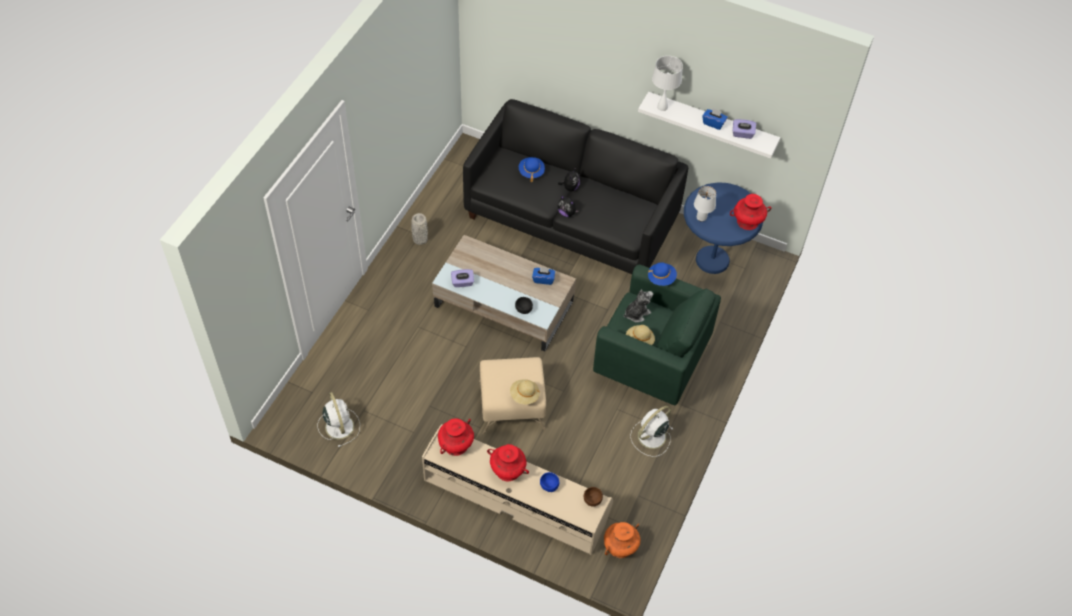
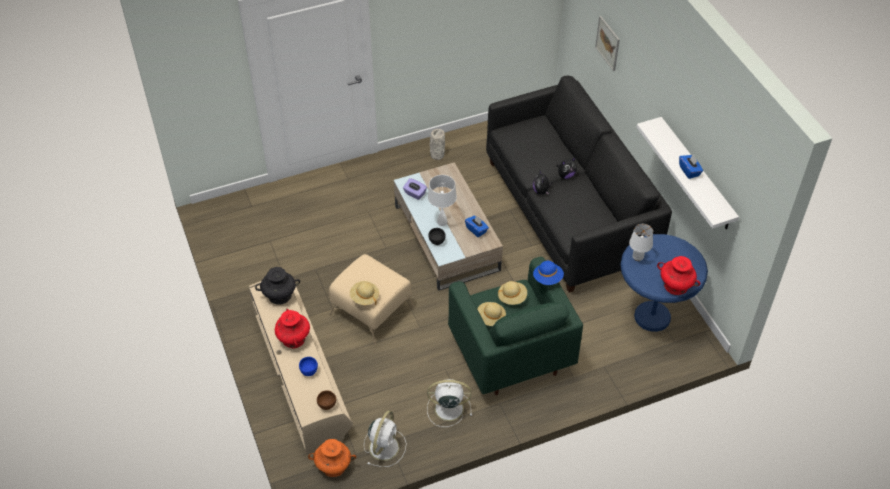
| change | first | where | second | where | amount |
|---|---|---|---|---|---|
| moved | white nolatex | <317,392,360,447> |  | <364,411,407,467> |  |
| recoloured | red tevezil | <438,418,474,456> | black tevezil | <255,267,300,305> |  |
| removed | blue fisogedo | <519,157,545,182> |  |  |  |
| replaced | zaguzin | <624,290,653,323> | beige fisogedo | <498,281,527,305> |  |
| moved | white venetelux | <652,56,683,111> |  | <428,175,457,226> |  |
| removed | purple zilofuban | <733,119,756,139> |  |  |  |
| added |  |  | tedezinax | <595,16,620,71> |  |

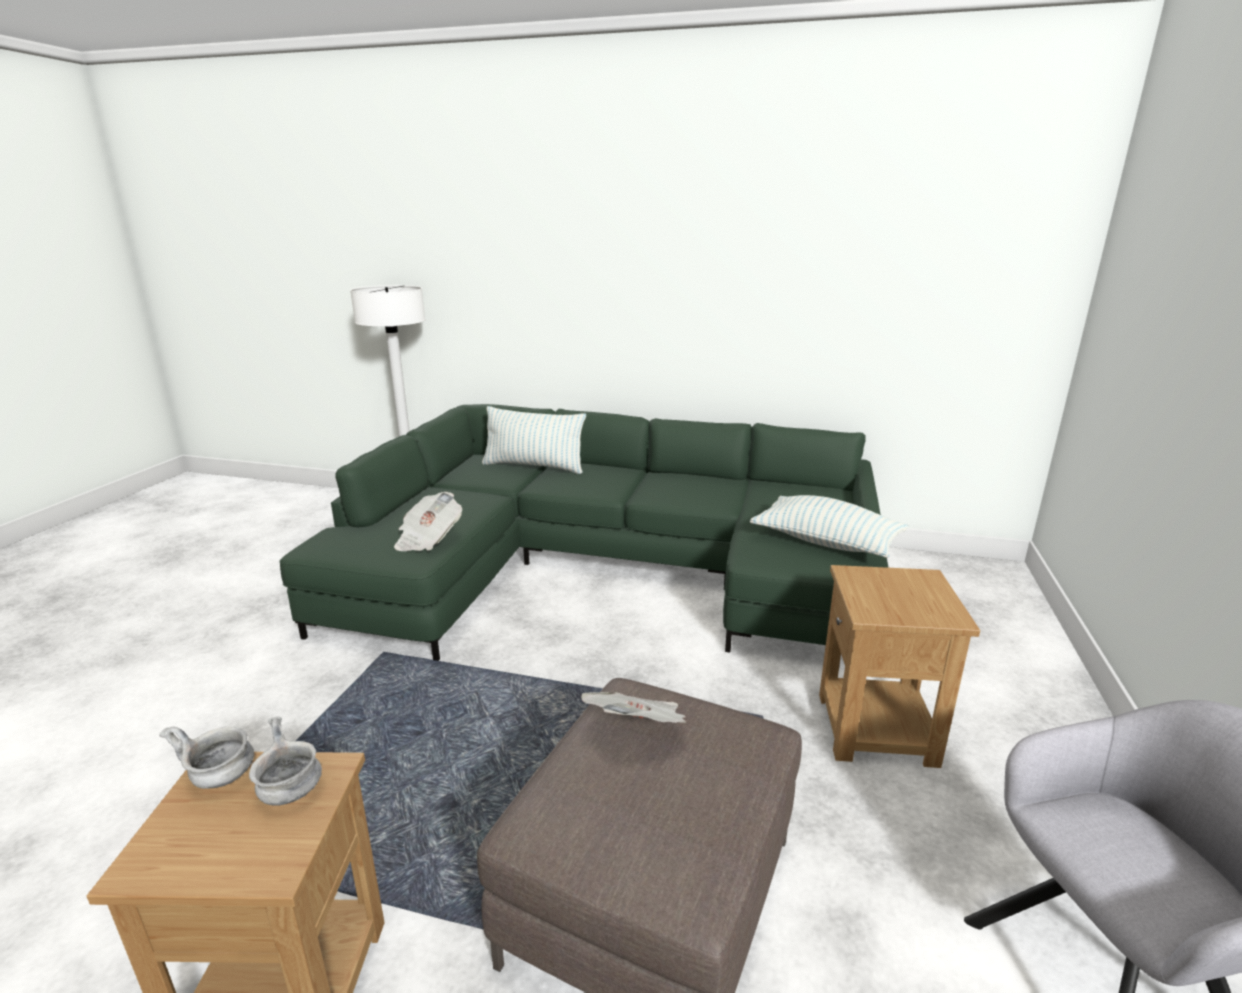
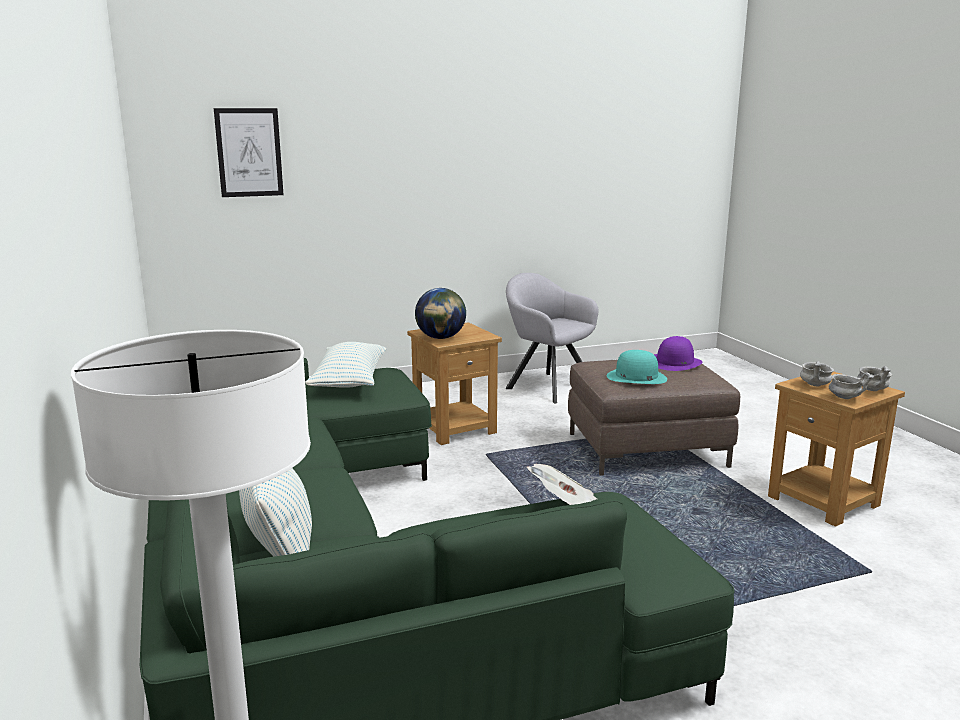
| change | first | where | second | where | amount |
|---|---|---|---|---|---|
| replaced | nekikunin | <581,692,686,723> | turquoise fisogedo | <606,350,667,384> |  |
| added |  |  | tedezinax | <214,108,283,197> |  |
| added |  |  | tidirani | <415,288,466,339> |  |
| added |  |  | purple fisogedo | <654,336,702,371> |  |
| added |  |  | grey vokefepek | <857,366,892,391> |  |

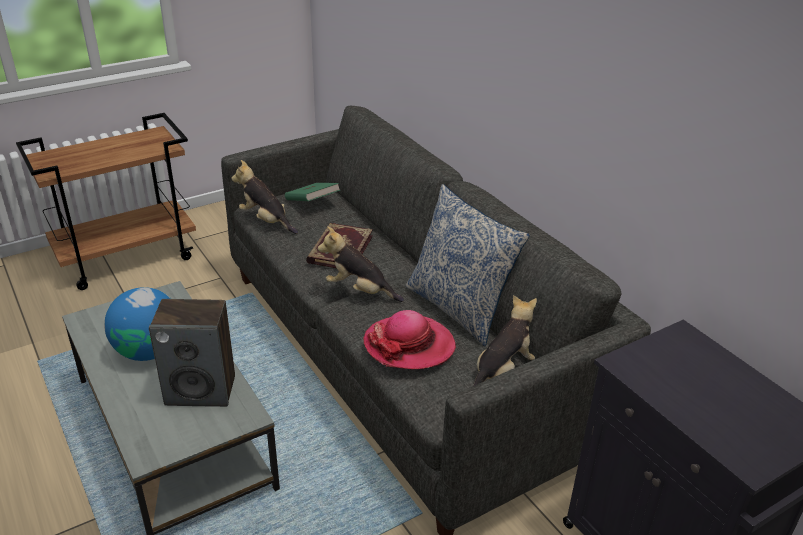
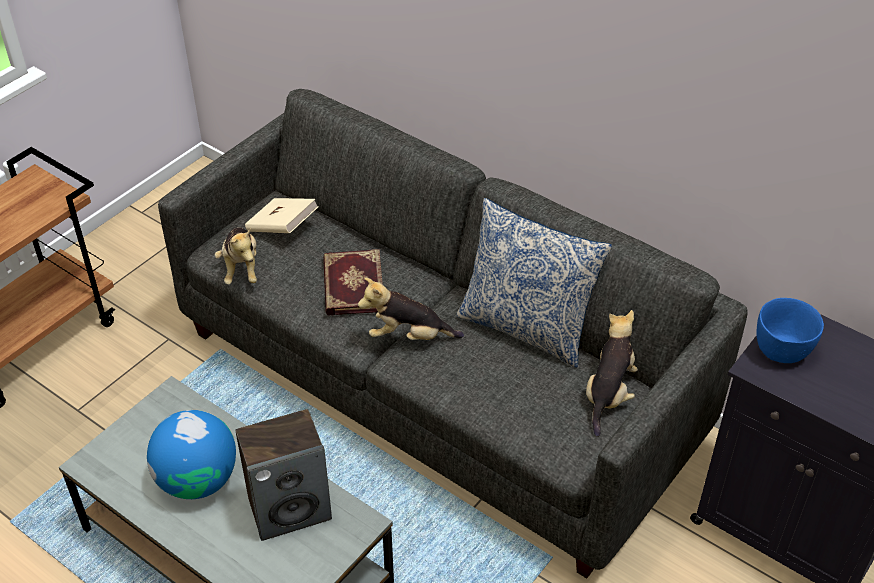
| change | first | where | second | where | amount |
|---|---|---|---|---|---|
| turned | zaguzin | <231,160,298,234> |  | <215,228,257,285> | 120 degrees counterclockwise |
| recoloured | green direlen | <285,183,340,201> | beige direlen | <245,198,319,233> |  |
| removed | fisogedo | <364,310,456,369> |  |  |  |
| added |  |  | blue vokefepek | <757,298,824,363> |  |

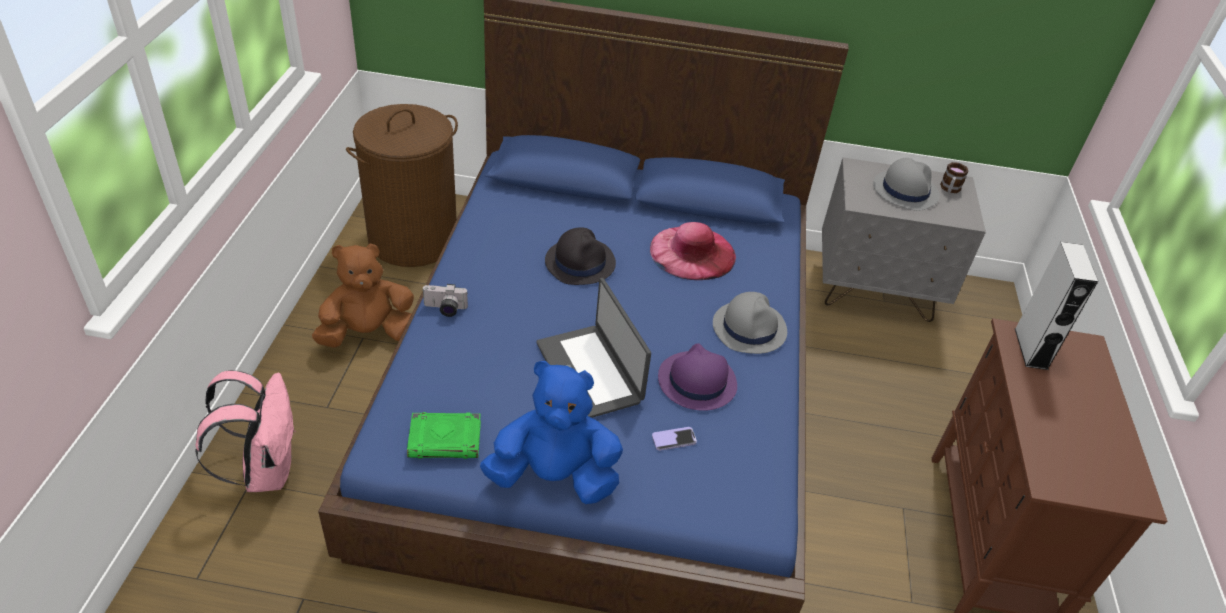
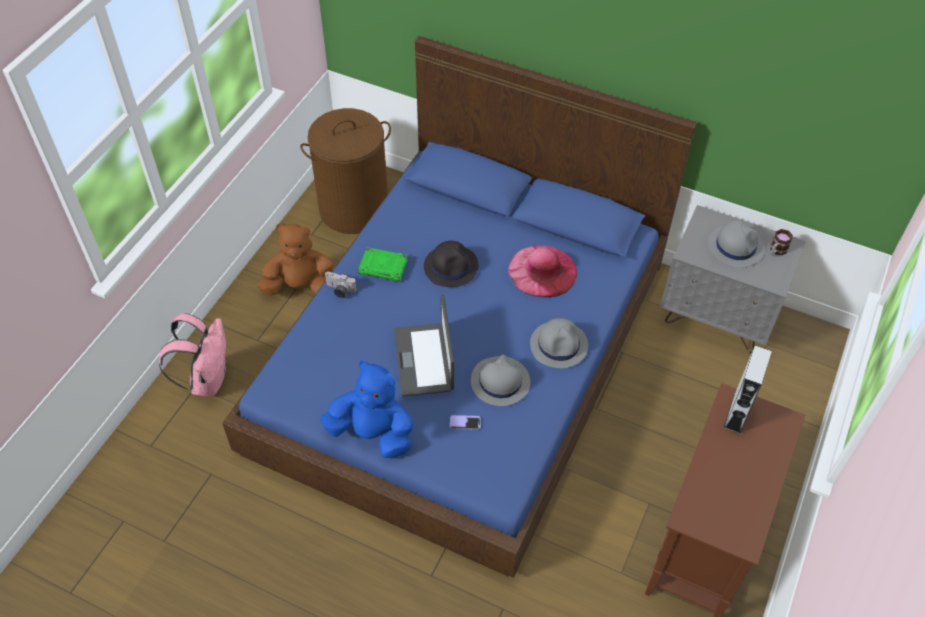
| change | first | where | second | where | amount |
|---|---|---|---|---|---|
| moved | green direlen | <407,412,481,459> |  | <358,247,408,282> |  |
| recoloured | purple fisogedo | <658,343,737,411> | grey fisogedo | <471,355,530,406> |  |

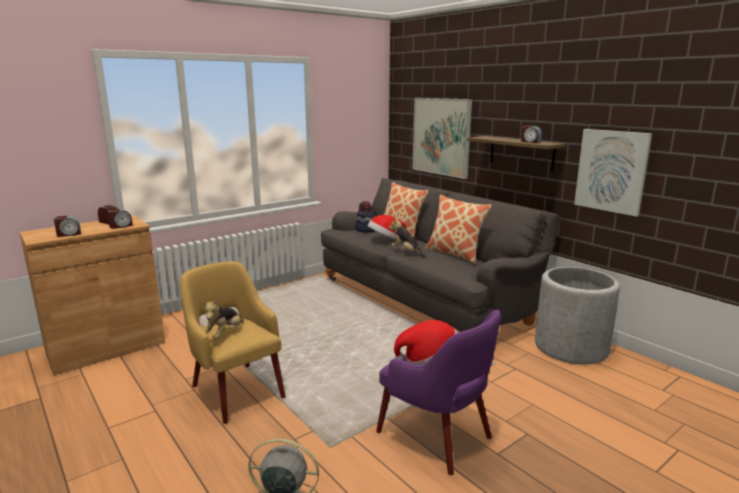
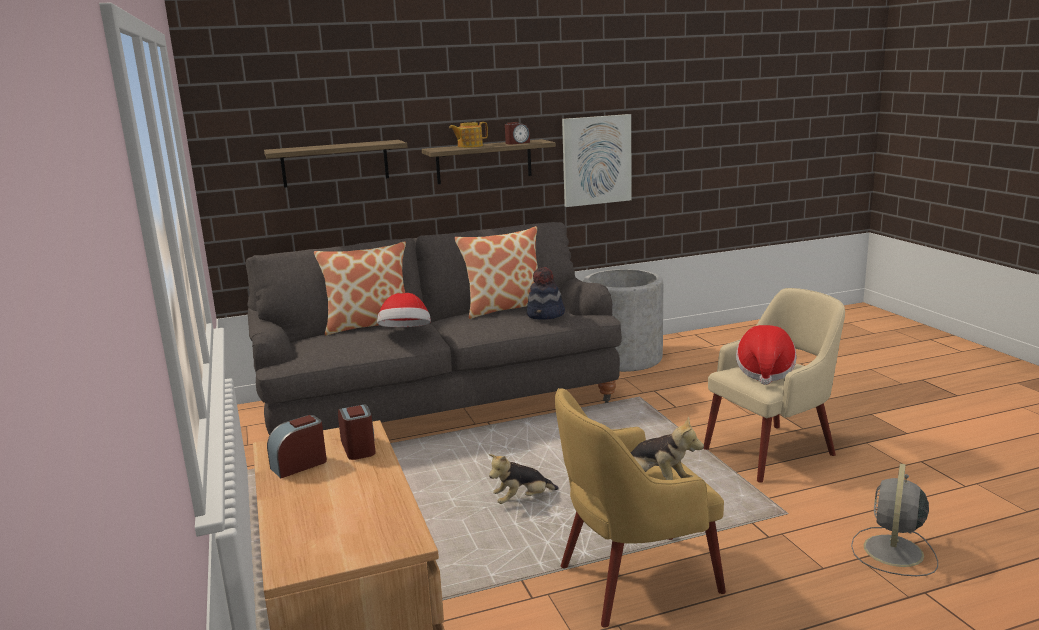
| change | first | where | second | where | amount |
|---|---|---|---|---|---|
| removed | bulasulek | <54,216,81,237> |  |  |  |
| moved | fisogedo | <355,201,375,233> |  | <527,267,565,320> |  |
| recoloured | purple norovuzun | <376,310,501,475> | beige norovuzun | <703,288,845,483> |  |
| moved | zaguzin | <389,217,426,258> |  | <489,454,559,504> |  |
| replaced | tedezinax | <412,98,472,179> | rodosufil | <264,140,407,188> |  |
| added |  |  | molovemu | <449,122,488,148> |  |

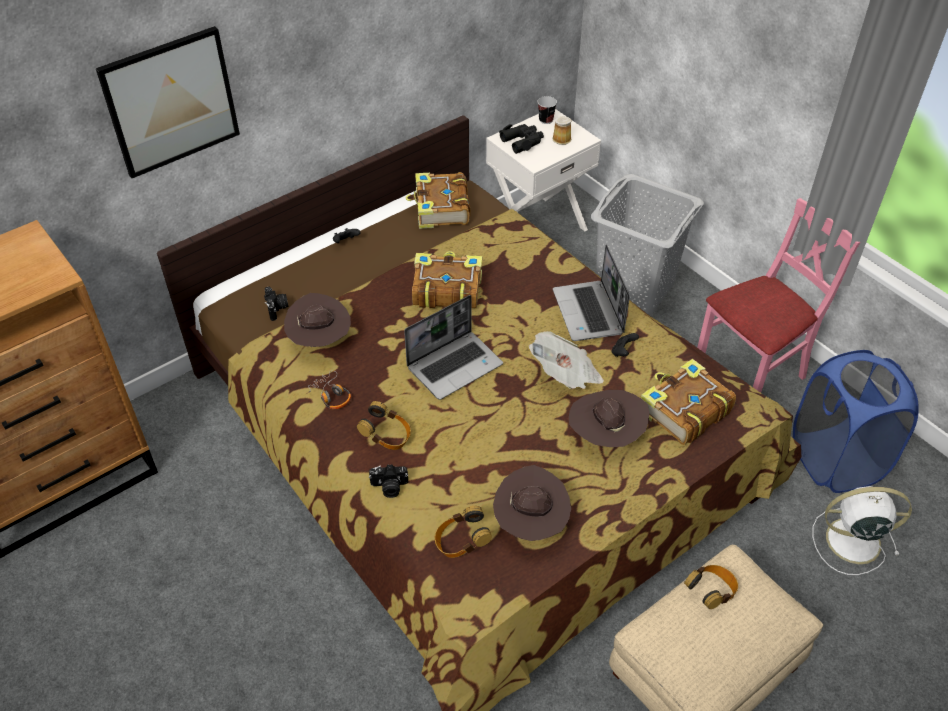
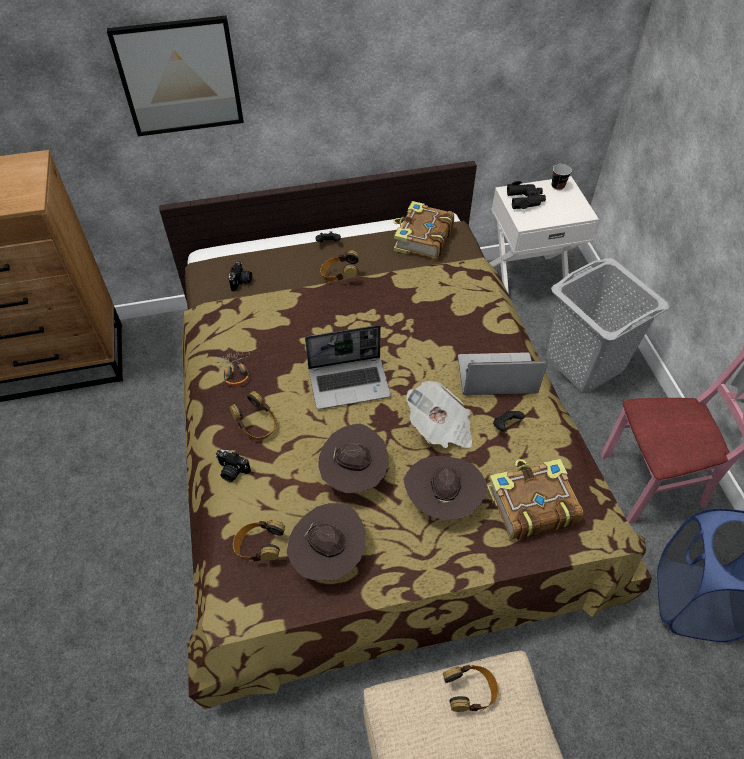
| change | first | where | second | where | amount |
|---|---|---|---|---|---|
| moved | brown fisogedo | <284,293,351,347> |  | <318,423,388,493> |  |
| removed | direlen | <412,251,482,308> |  |  |  |
| removed | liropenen | <552,116,572,145> |  |  |  |
| turned | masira | <553,244,630,341> |  | <458,352,548,395> | 75 degrees clockwise |
| removed | white nolatex | <812,486,912,575> |  |  |  |
| added |  |  | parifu | <320,250,359,282> |  |

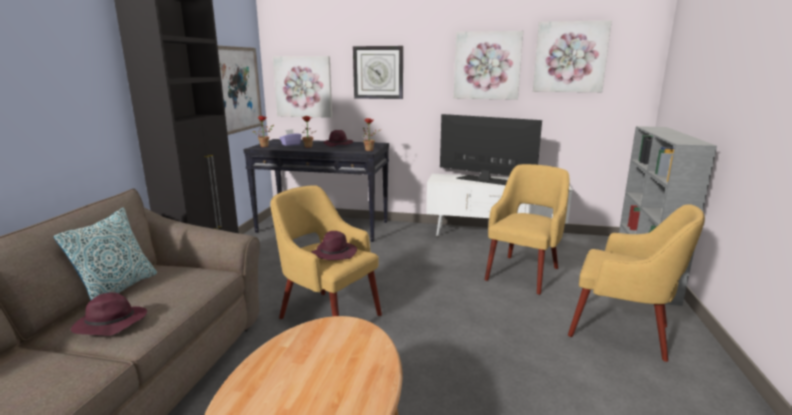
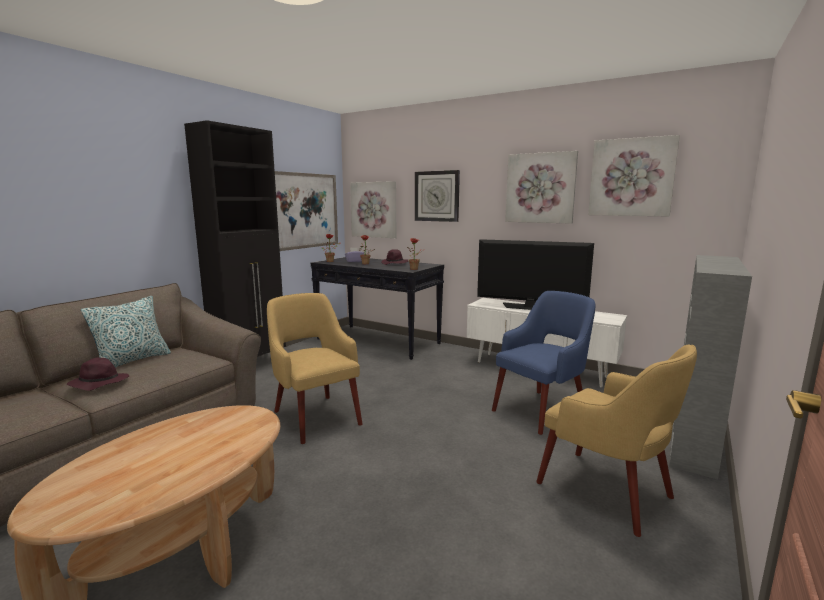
| change | first | where | second | where | amount |
|---|---|---|---|---|---|
| removed | purple fisogedo | <312,231,357,260> |  |  |  |
| turned | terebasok | <440,114,542,185> |  | <477,239,594,310> | 150 degrees clockwise |
| recoloured | yellow norovuzun | <485,164,569,295> | blue norovuzun | <492,291,596,435> |  |

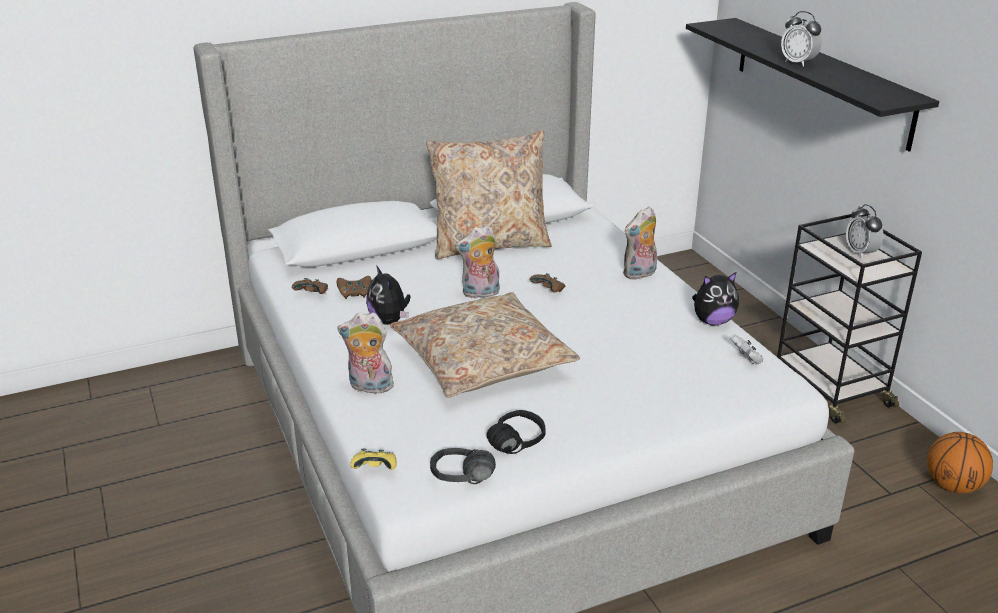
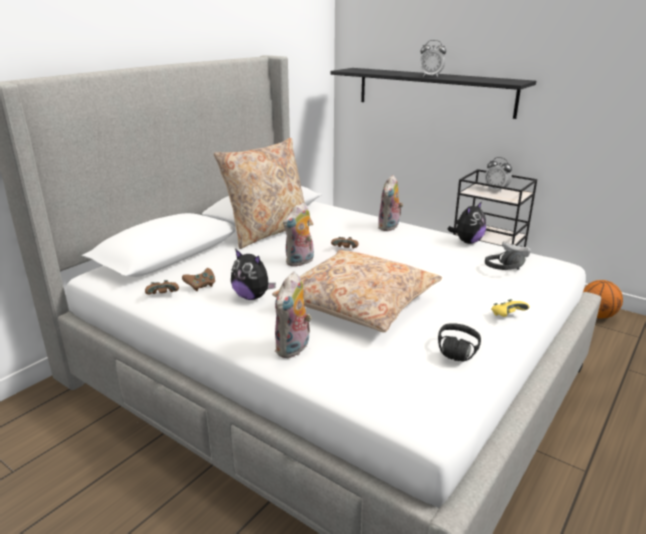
| change | first | where | second | where | amount |
|---|---|---|---|---|---|
| turned | zaguzin | <337,312,396,394> |  | <275,272,312,358> | 45 degrees counterclockwise |
| moved | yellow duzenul | <350,449,397,470> |  | <491,299,530,317> |  |
| moved | black parifu | <430,448,496,484> |  | <485,250,526,270> |  |

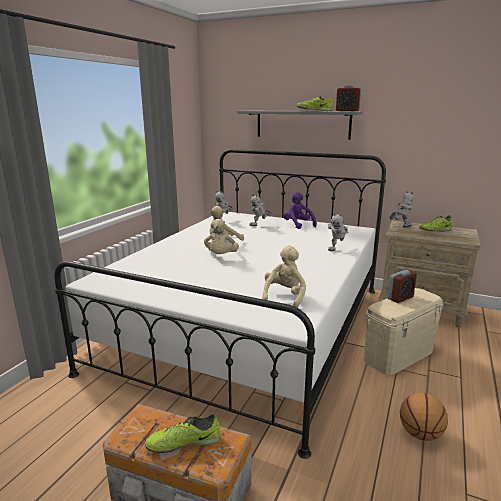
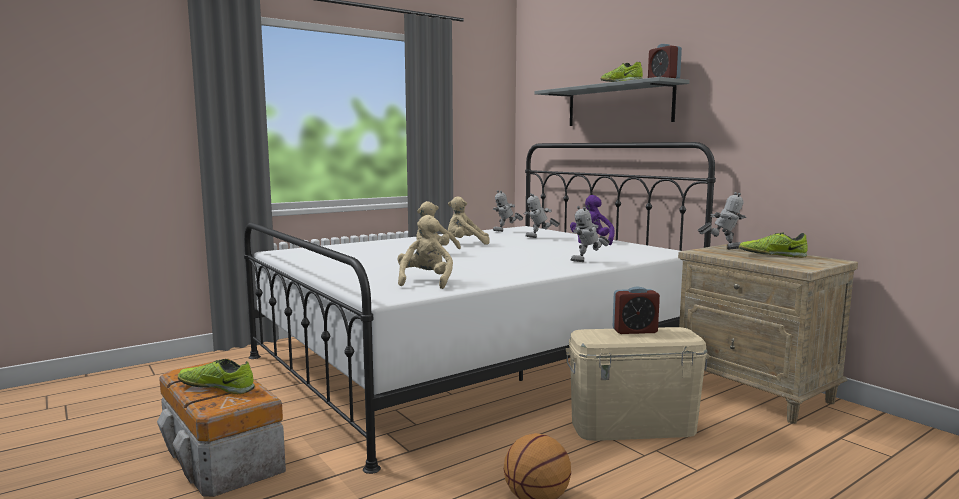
| change | first | where | second | where | amount |
|---|---|---|---|---|---|
| turned | beige zaguzin | <262,245,306,308> |  | <398,215,453,289> | 45 degrees counterclockwise |

